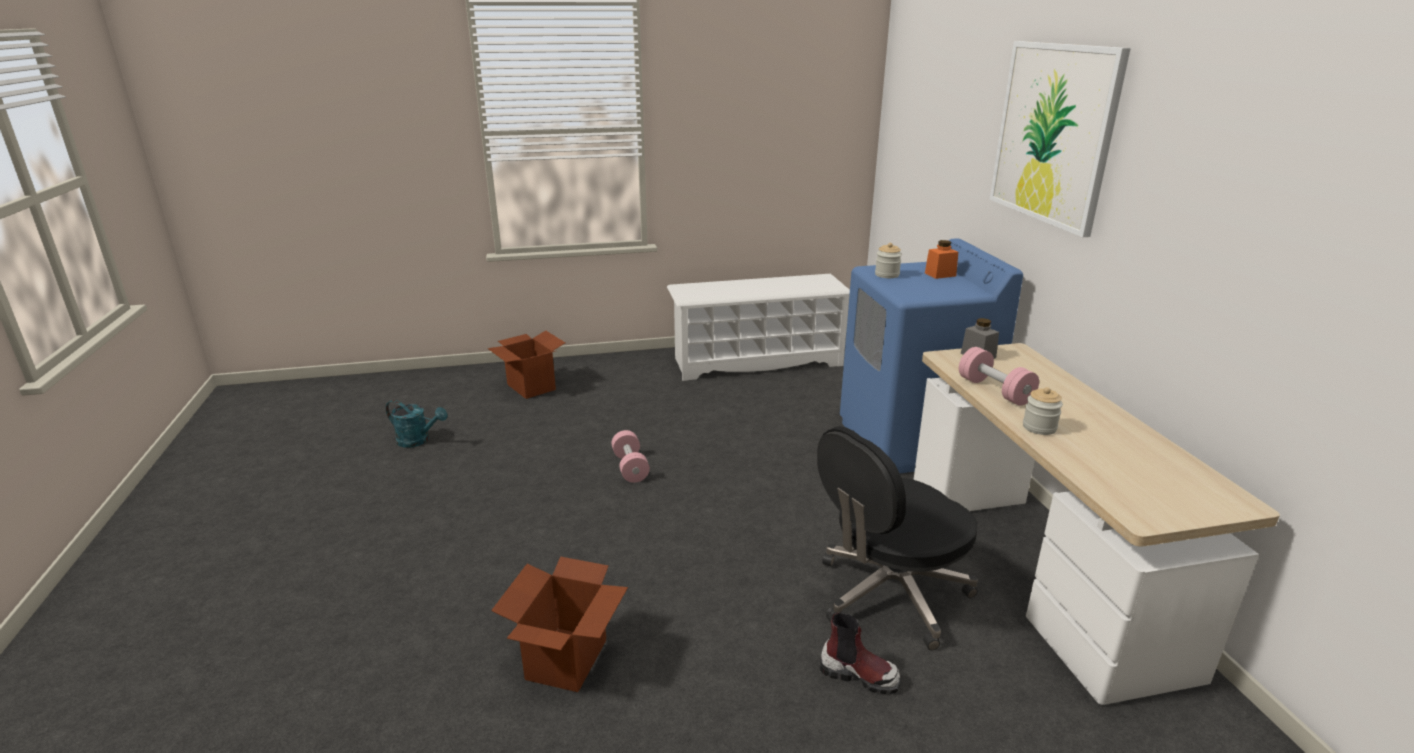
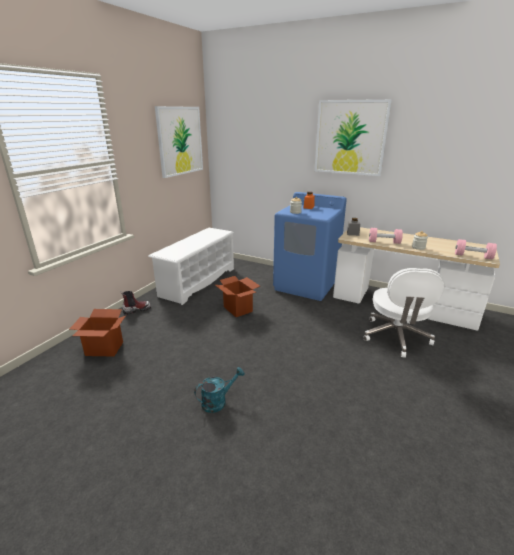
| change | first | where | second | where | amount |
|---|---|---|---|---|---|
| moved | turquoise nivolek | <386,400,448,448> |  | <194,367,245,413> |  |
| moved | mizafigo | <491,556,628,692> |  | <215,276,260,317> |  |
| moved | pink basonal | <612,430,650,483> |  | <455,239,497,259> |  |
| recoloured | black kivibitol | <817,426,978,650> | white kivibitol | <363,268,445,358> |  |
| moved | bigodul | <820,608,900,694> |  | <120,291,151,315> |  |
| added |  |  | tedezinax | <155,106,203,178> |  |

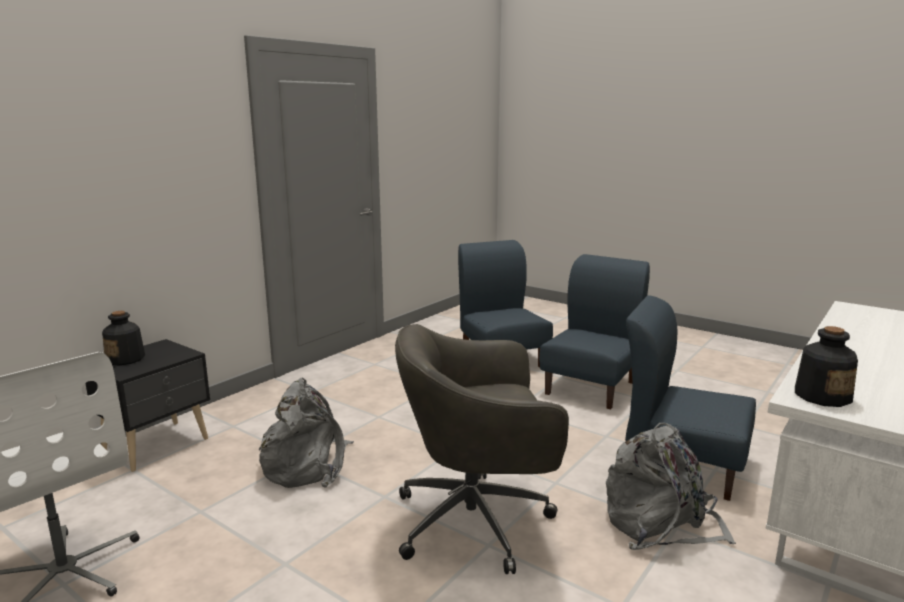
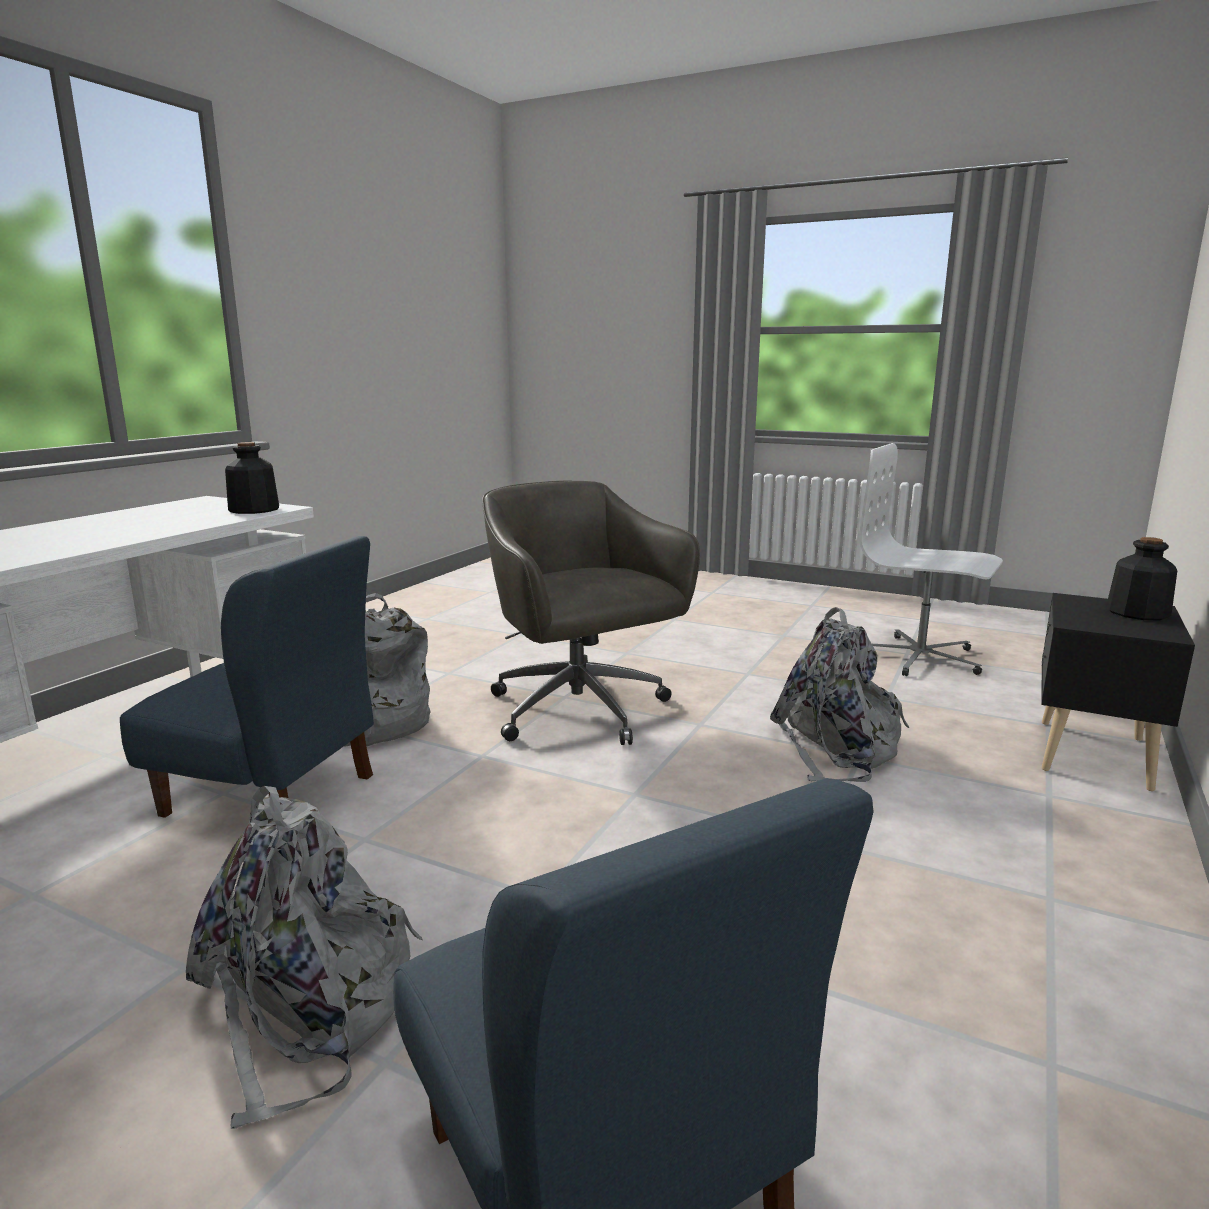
| change | first | where | second | where | amount |
|---|---|---|---|---|---|
| turned | grey kivibitol | <395,324,569,574> |  | <482,481,700,745> | 105 degrees counterclockwise |
| replaced | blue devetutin | <539,254,650,409> | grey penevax | <186,786,423,1129> |  |

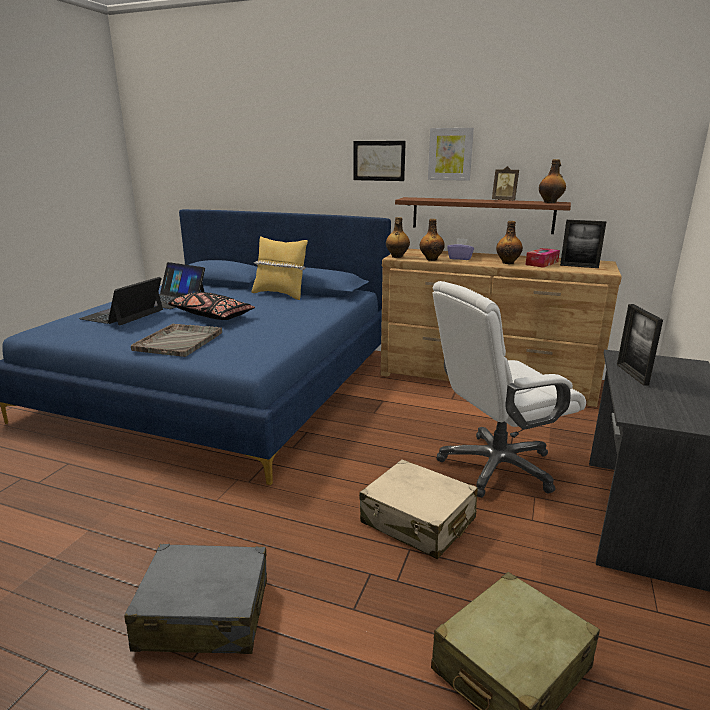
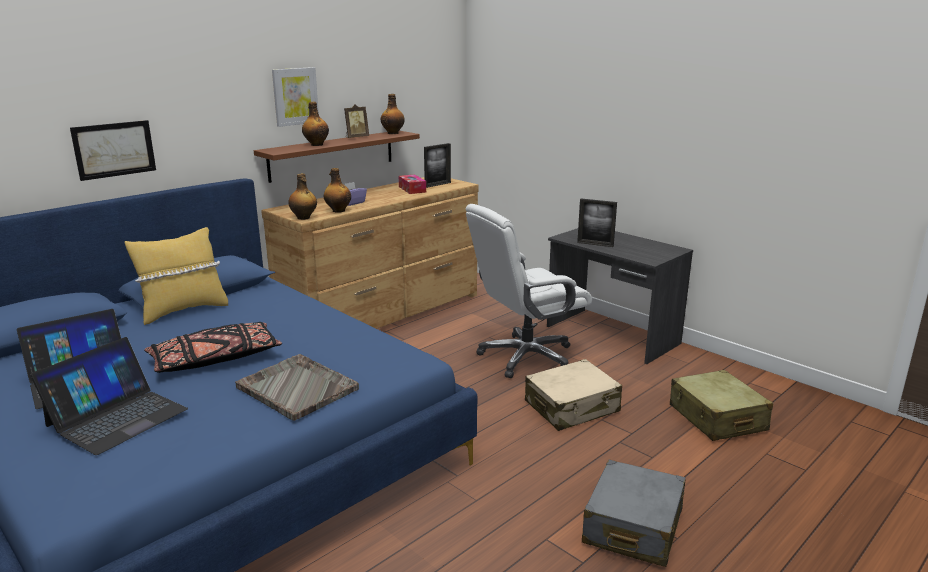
| change | first | where | second | where | amount |
|---|---|---|---|---|---|
| turned | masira | <79,277,163,326> |  | <30,337,188,455> | 105 degrees counterclockwise |
| moved | tedezinax | <353,141,406,181> |  | <70,120,156,181> |  |
| turned | white kivibitol | <433,281,586,498> |  | <466,204,592,378> | 60 degrees clockwise |
| moved | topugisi | <496,221,523,264> |  | <302,102,329,146> |  |

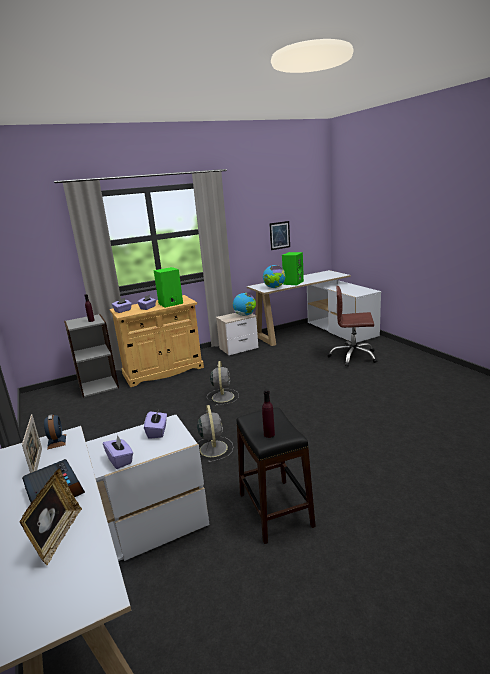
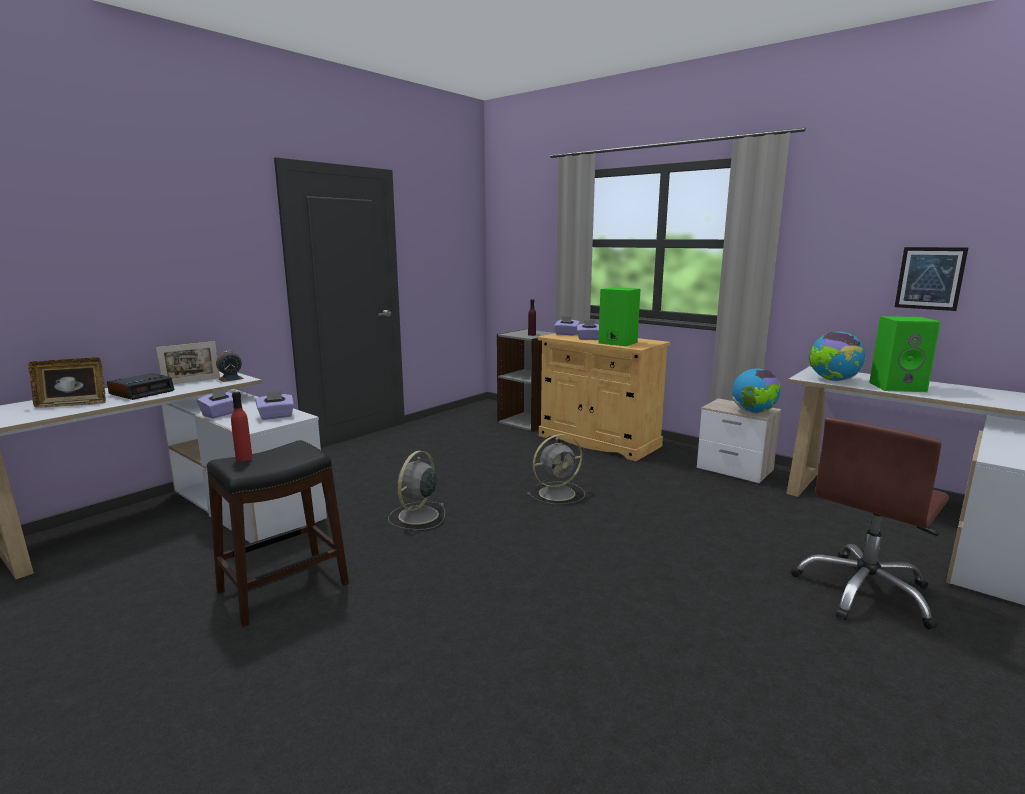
| change | first | where | second | where | amount |
|---|---|---|---|---|---|
| turned | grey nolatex | <197,405,234,463> |  | <388,451,445,530> | 150 degrees clockwise |
| recoloured | purple topugisi | <262,389,275,438> | red topugisi | <231,392,253,461> |  |
| turned | brown kivibitol | <327,286,377,367> |  | <791,417,949,630> | 120 degrees counterclockwise |

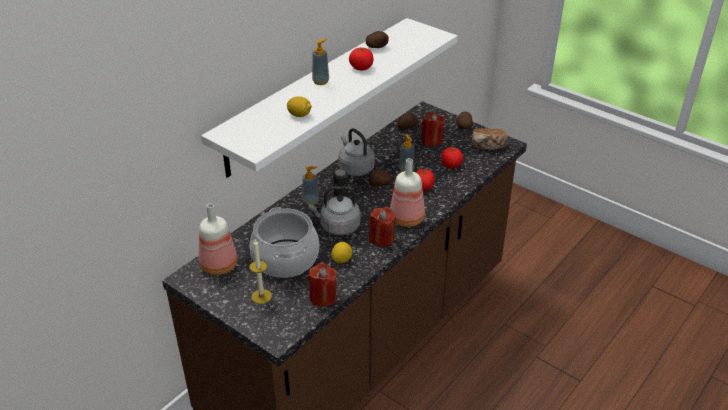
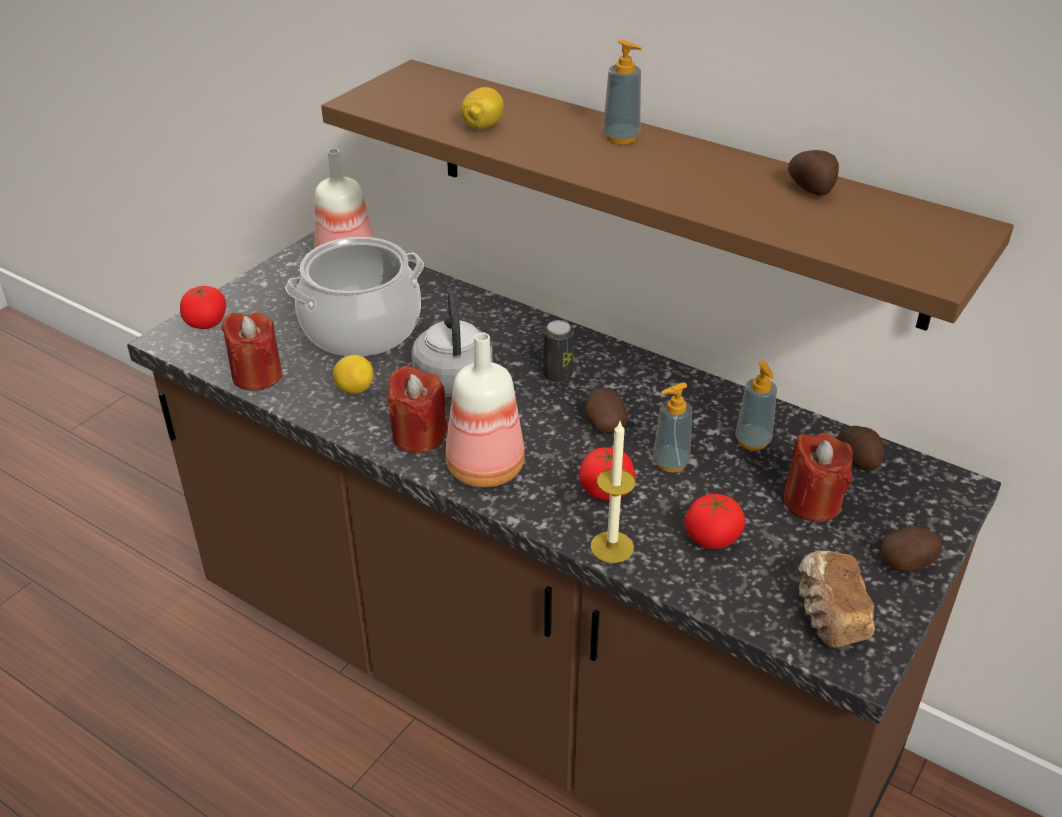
| change | first | where | second | where | amount |
|---|---|---|---|---|---|
| recoloured | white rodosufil | <201,18,457,178> | brown rodosufil | <321,60,1014,331> |  |
| moved | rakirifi | <249,240,272,304> |  | <590,422,636,563> |  |
| moved | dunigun | <302,166,319,206> |  | <735,360,777,450> |  |
| removed | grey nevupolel | <338,128,375,176> |  |  |  |
| moved | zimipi | <349,48,373,70> |  | <180,286,226,329> |  |

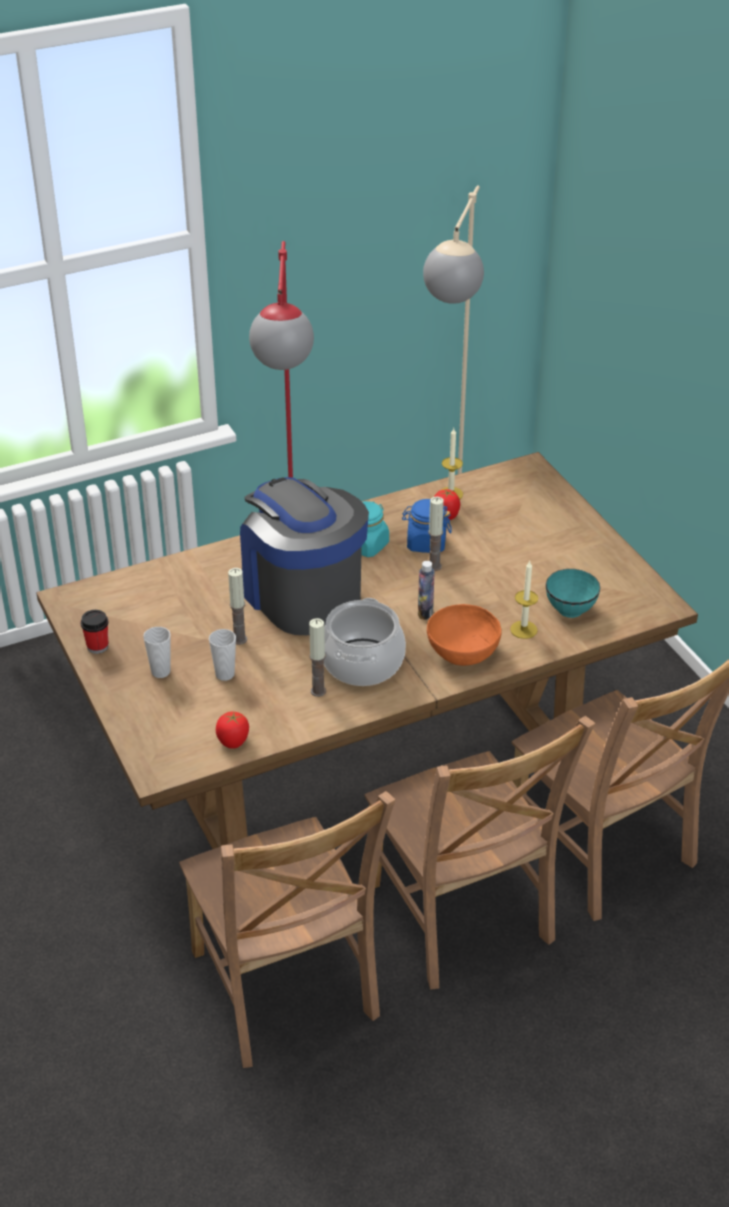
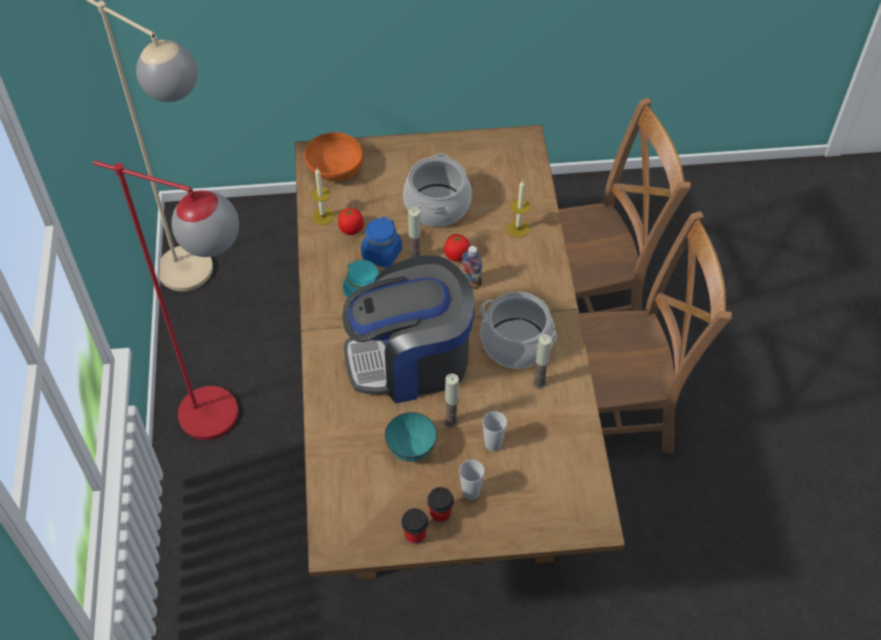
| change | first | where | second | where | amount |
|---|---|---|---|---|---|
| removed | brown devetutin | <179,791,396,1068> |  |  |  |
| moved | zimipi | <216,712,249,749> |  | <444,233,470,262> |  |
| moved | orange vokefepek | <427,604,502,666> |  | <304,132,363,181> |  |
| moved | turquoise vokefepek | <546,569,600,618> |  | <385,412,437,462> |  |
| added |  |  | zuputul | <403,154,472,227> |  |
| added |  |  | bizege | <427,487,454,523> |  |

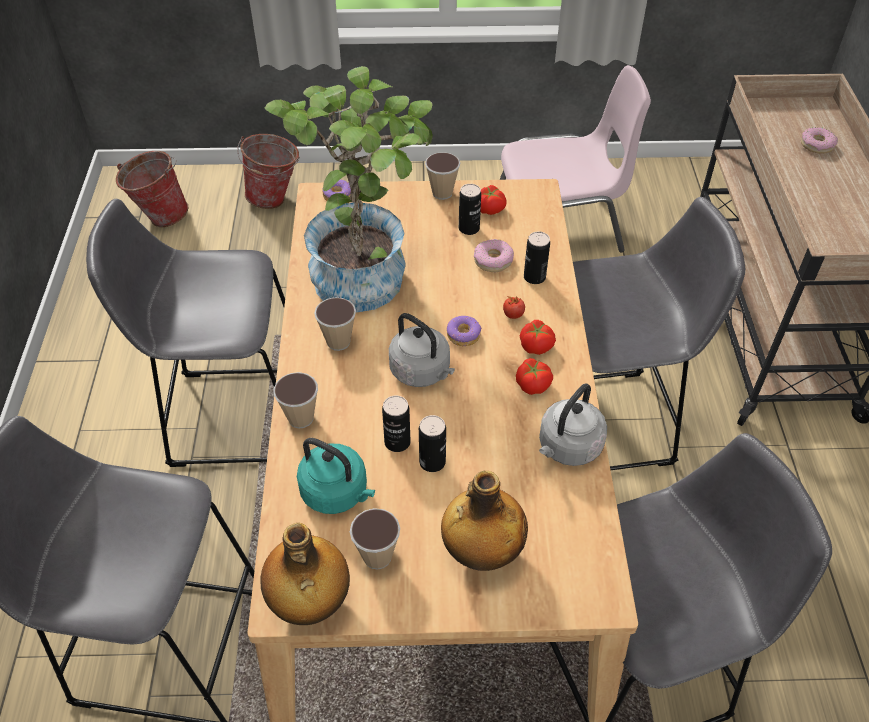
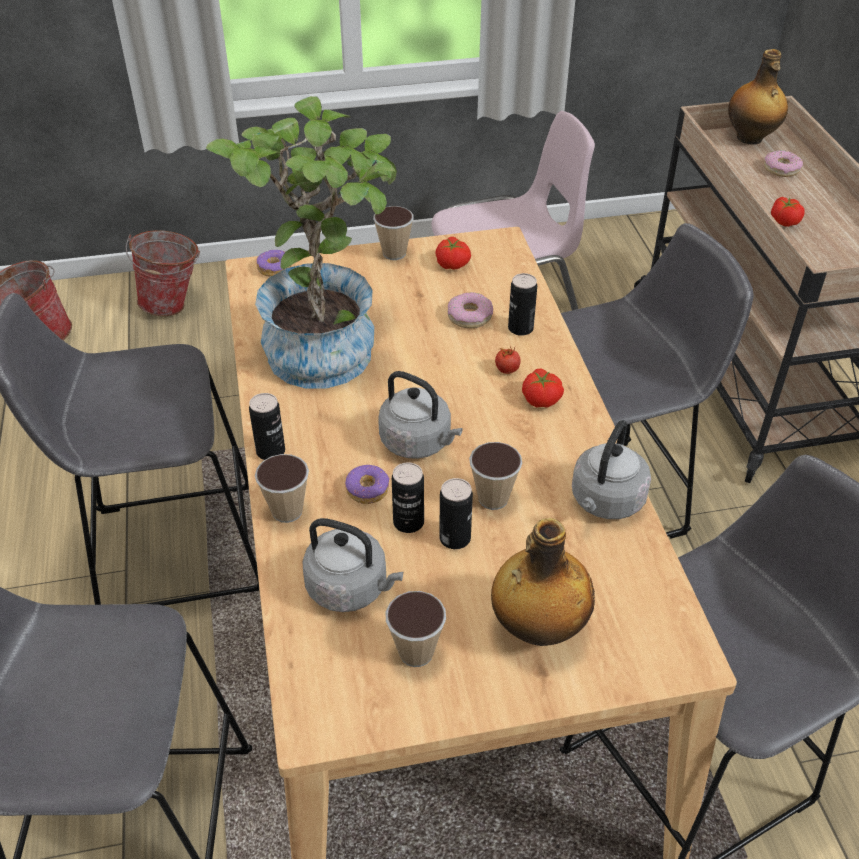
| change | first | where | second | where | amount |
|---|---|---|---|---|---|
| moved | topugisi | <260,523,350,625> |  | <728,49,788,145> |  |
| recoloured | turquoise nevupolel | <297,438,375,514> | grey nevupolel | <303,518,403,612> |  |
| moved | bizege | <314,297,356,351> |  | <469,442,522,510> |  |
| moved | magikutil | <447,316,481,346> |  | <345,465,389,504> |  |
| moved | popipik | <459,184,481,235> |  | <249,393,285,460> |  |
| moved | zimipi | <516,358,553,395> |  | <771,197,805,227> |  |

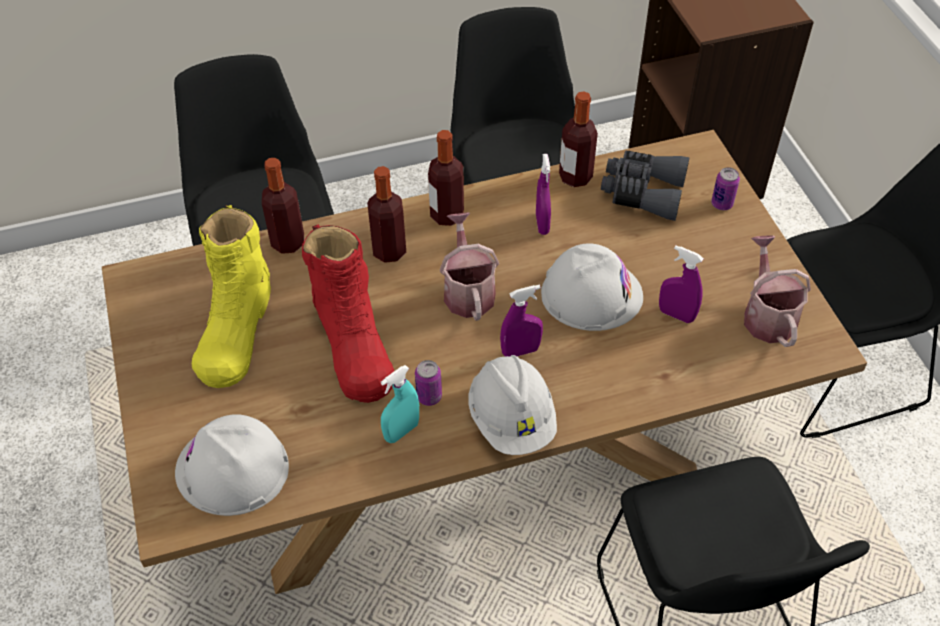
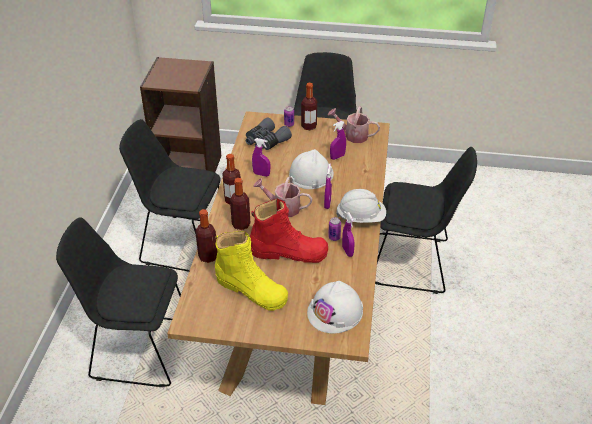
| change | first | where | second | where | amount |
|---|---|---|---|---|---|
| recoloured | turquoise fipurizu | <381,365,419,443> | purple fipurizu | <342,212,355,257> |  |
| moved | topugisi | <559,91,598,187> |  | <301,83,317,130> |  |

